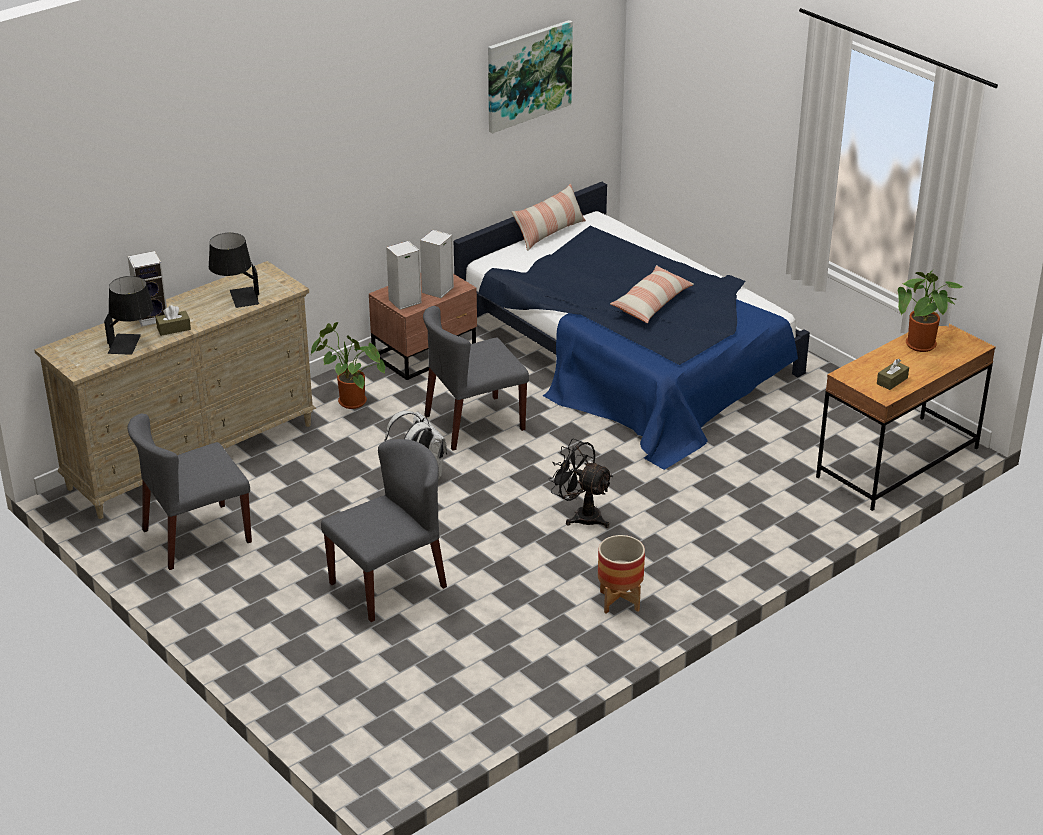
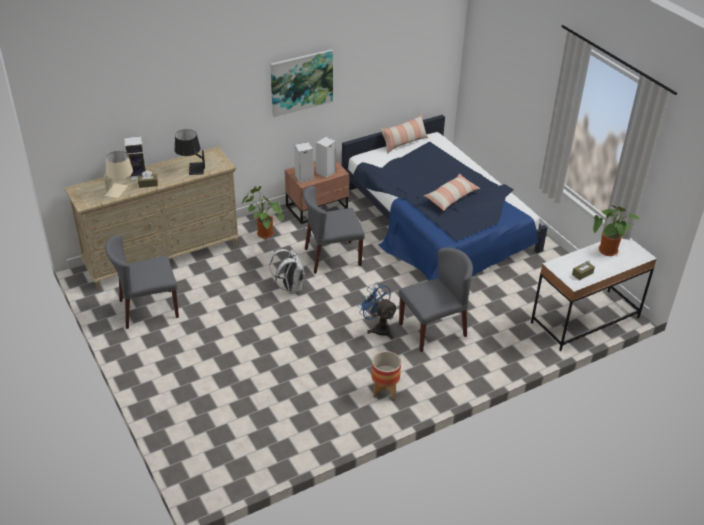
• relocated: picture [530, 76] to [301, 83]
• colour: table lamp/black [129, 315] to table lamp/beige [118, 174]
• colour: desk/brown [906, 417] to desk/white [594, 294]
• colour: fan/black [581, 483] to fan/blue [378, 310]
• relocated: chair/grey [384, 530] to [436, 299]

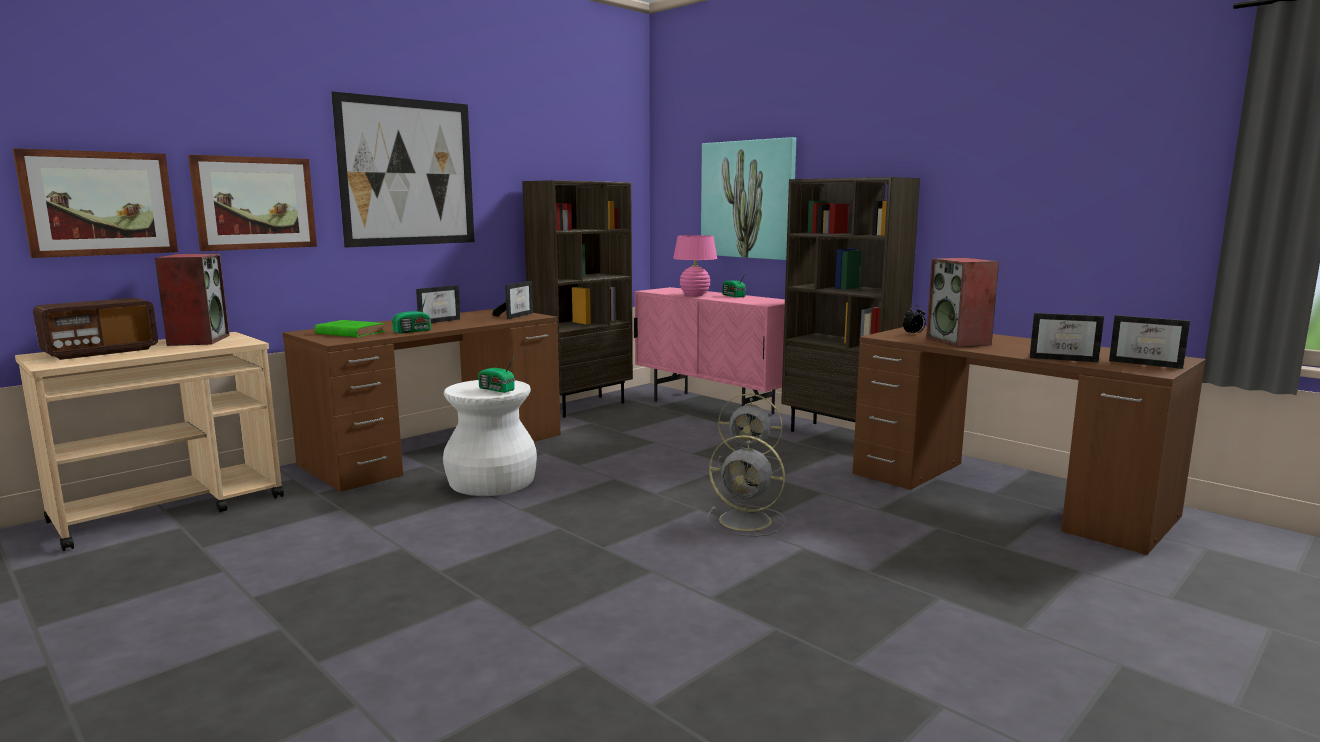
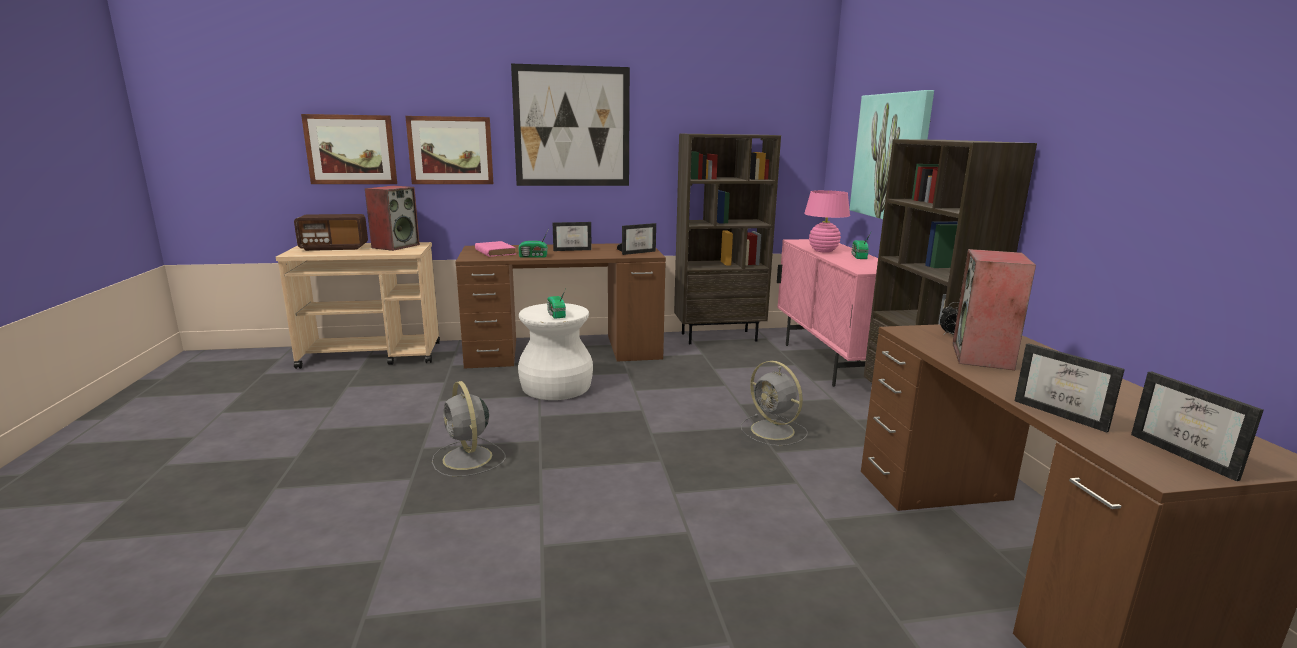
• colour: book/green [349, 328] to book/pink [495, 249]
• relocated: fan/grey [746, 486] to [469, 429]

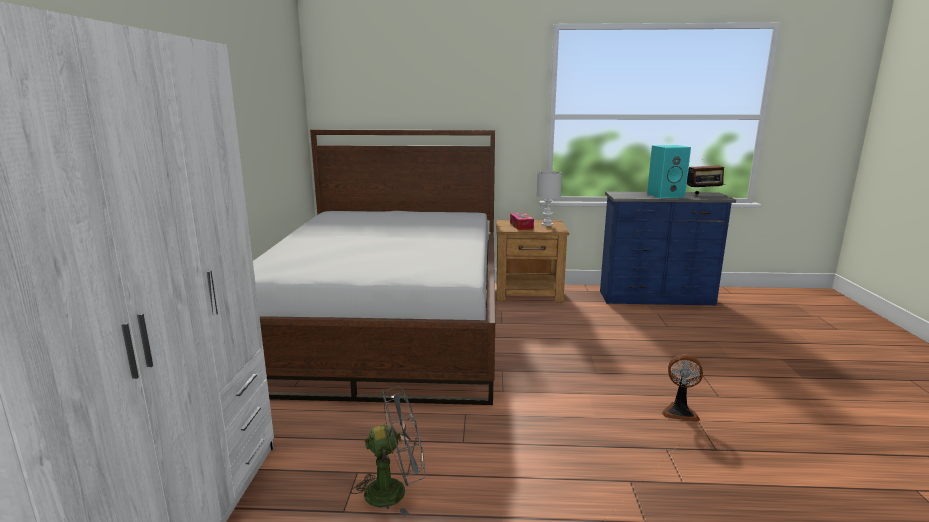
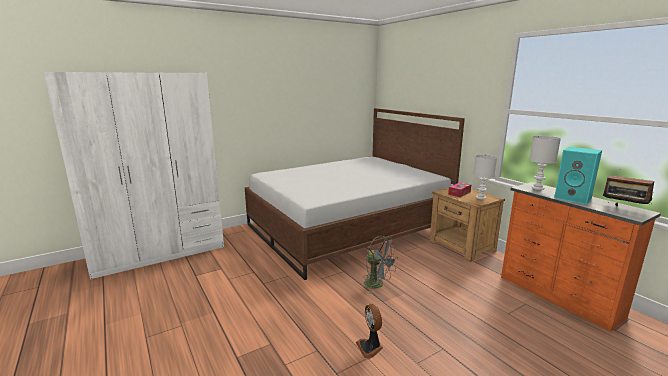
• colour: dresser/blue [668, 249] to dresser/orange [581, 257]
• relocated: fan/grey [388, 451] to [380, 265]
• appeared: table lamp/white [545, 163]

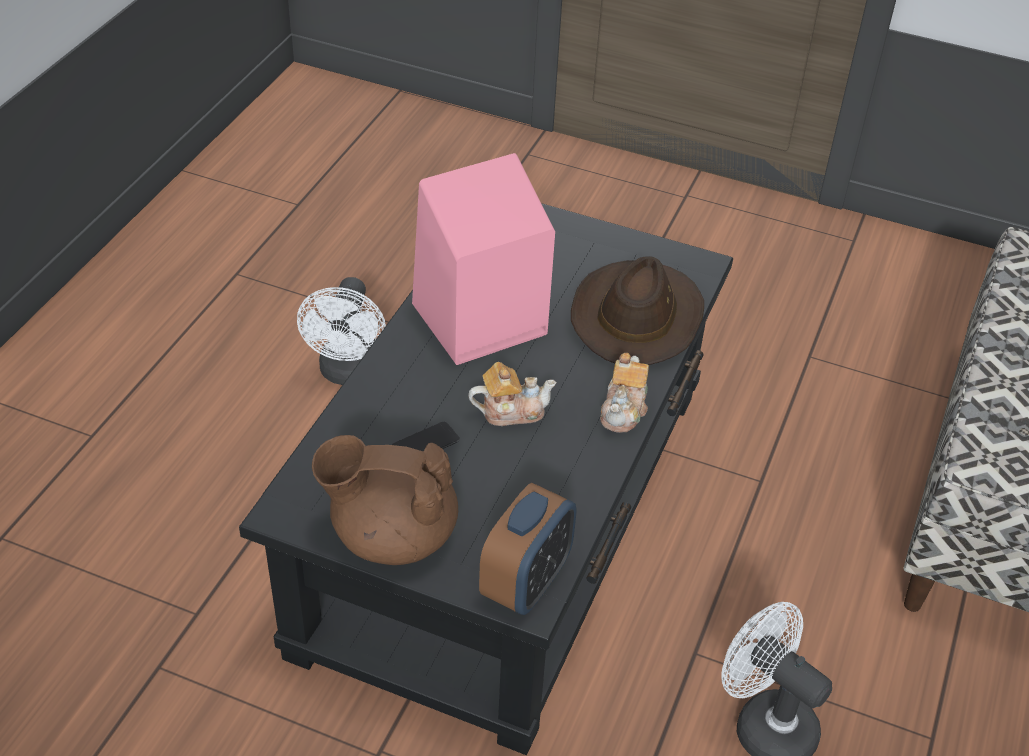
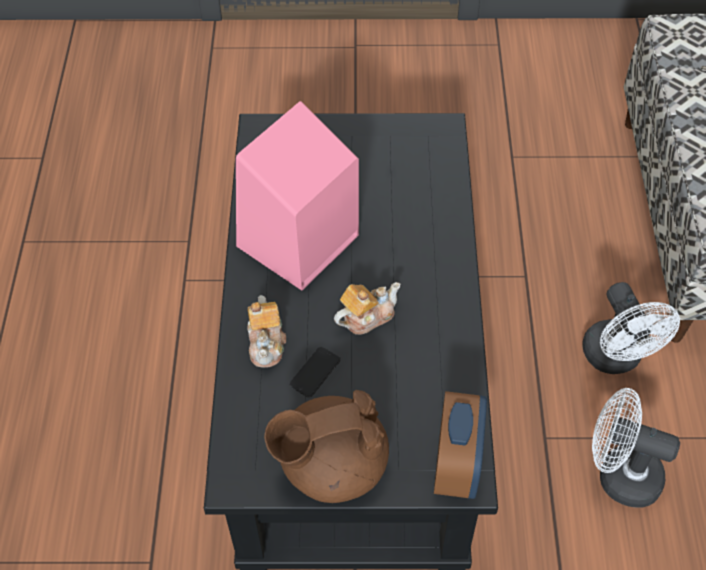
• missing: hat/brown [637, 310]
• relocated: fan/white [341, 331] to [631, 328]
• relocated: teapot [624, 393] to [267, 331]

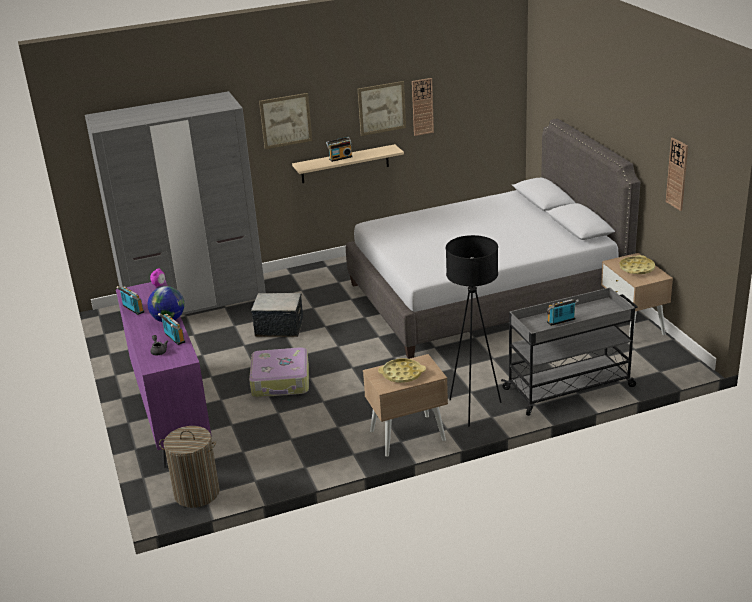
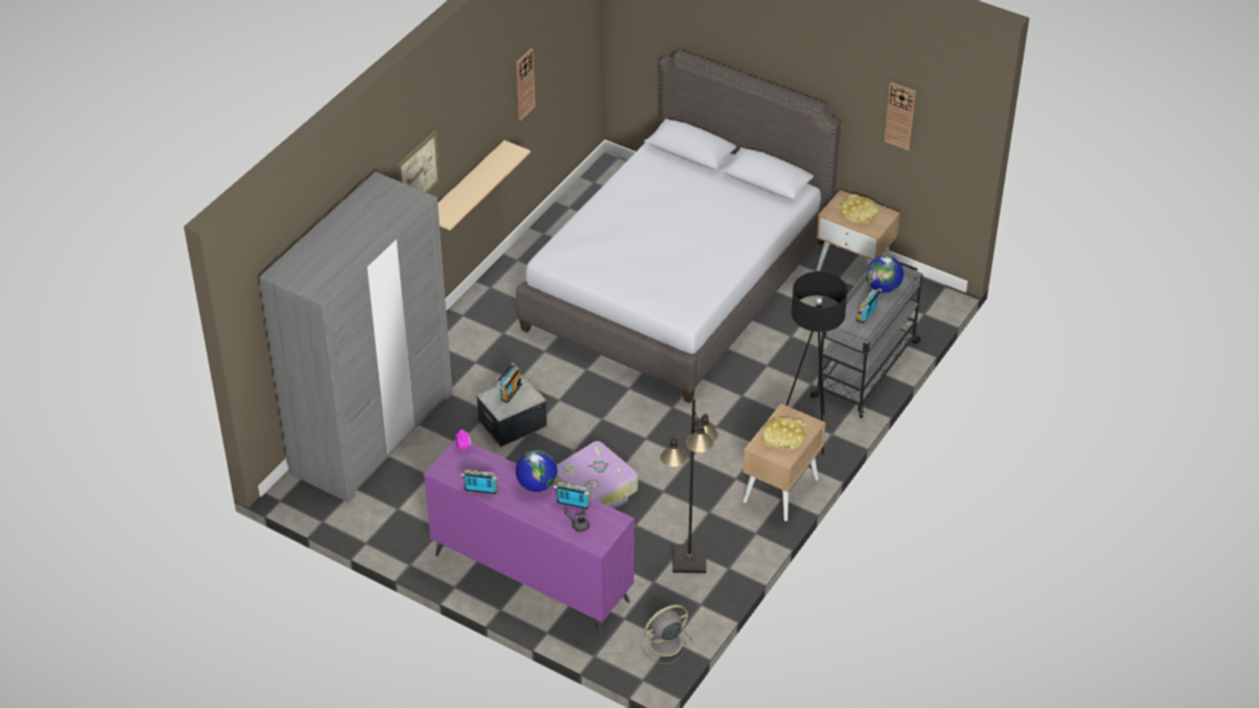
• missing: picture [382, 108]
• relocated: radio [339, 149] to [509, 383]
• exchanged: laundry basket [189, 467] to fan/grey [666, 634]
• appeared: globe [885, 274]
• appeared: floor lamp/black [689, 485]

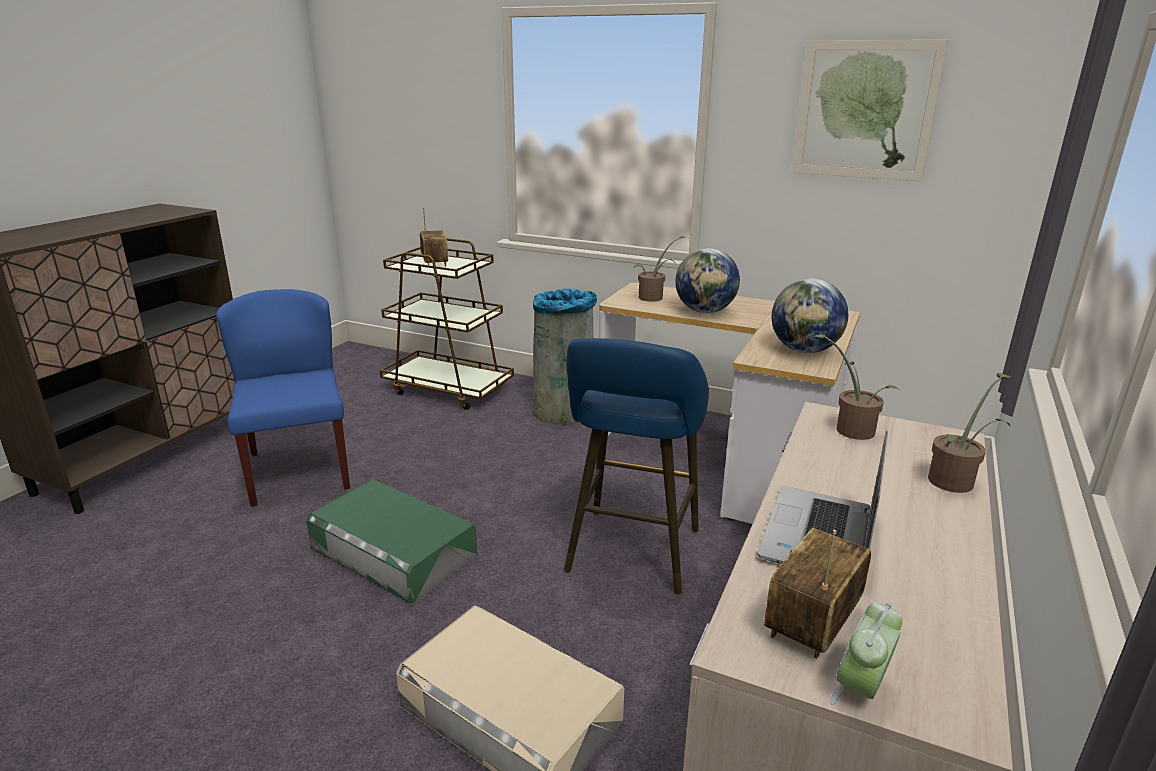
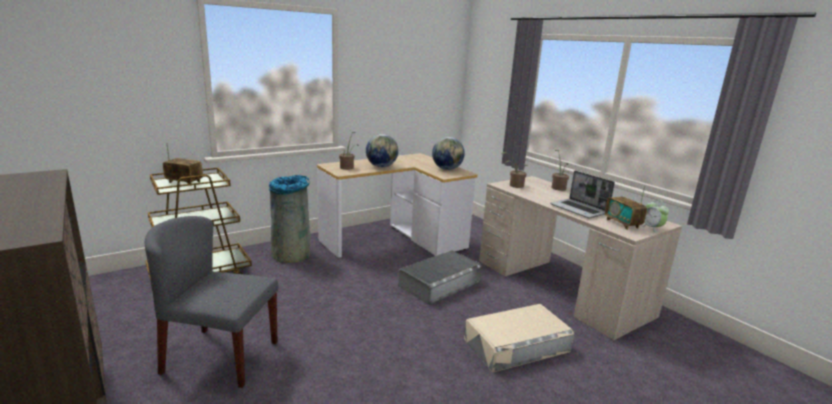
• missing: picture [870, 110]
• colour: chair/blue [283, 398] to chair/grey [211, 302]
• exchanged: stool/blue [636, 466] to storage box/grey [440, 277]
• missing: storage box/green [392, 541]

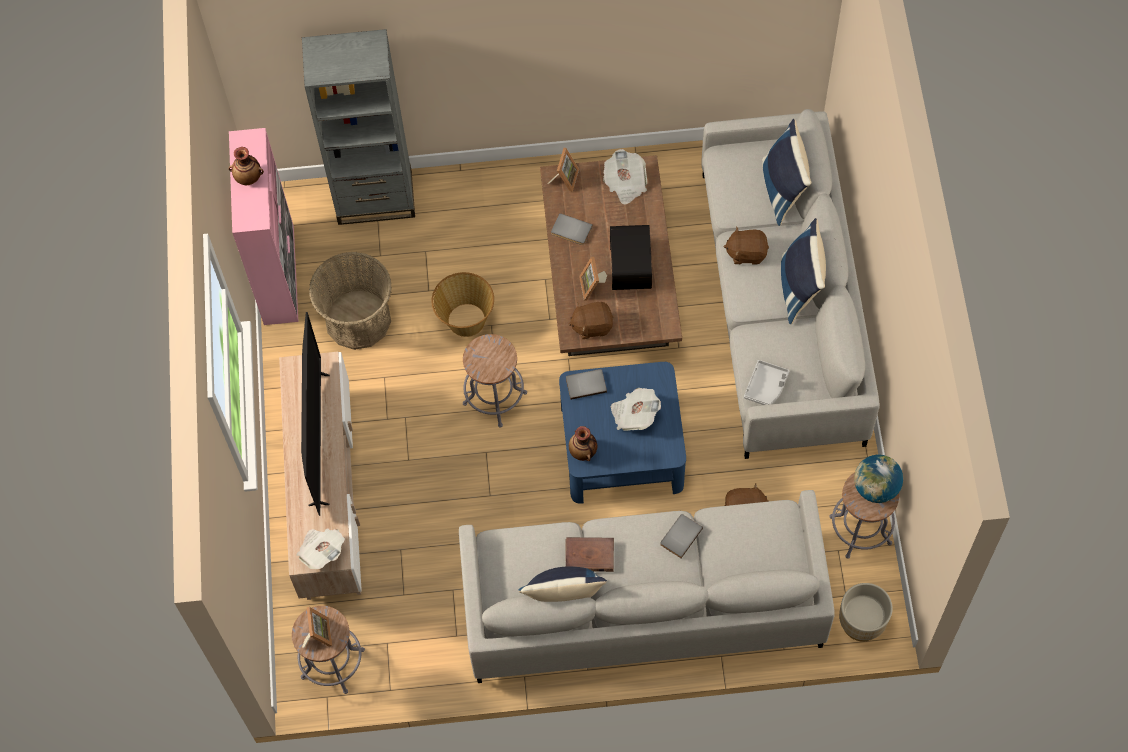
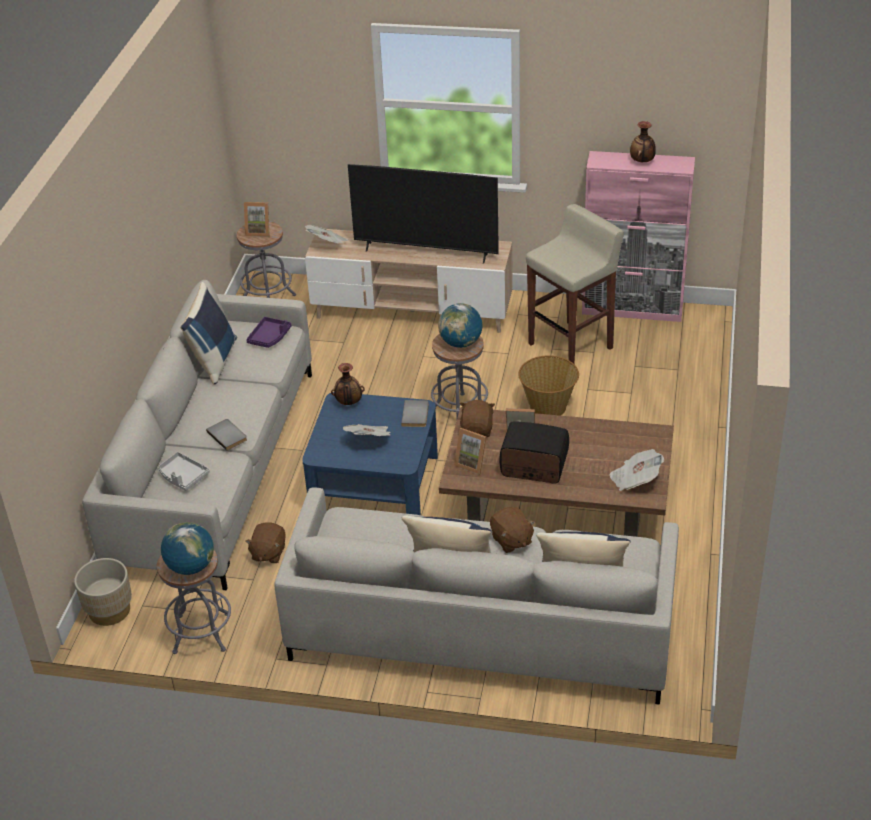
• missing: bookcase/grey [358, 127]
• relocated: picture frame [563, 170] to [470, 451]
• missing: book/grey [572, 229]
• spun: plush toy/brown [746, 245] = [512, 530] 135 degrees clockwise
• exchanged: basket [350, 301] to stool/beige [575, 284]
• relocated: tray/grey [766, 382] to [184, 471]
• missing: book/brown [590, 554]
• appeared: globe [460, 325]
• appeared: tray/purple [268, 332]

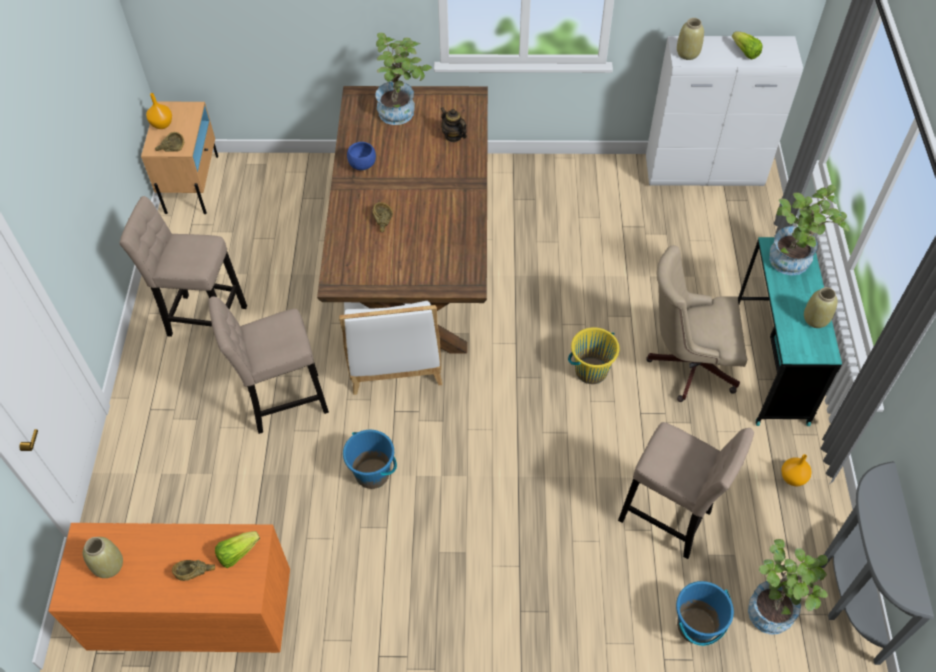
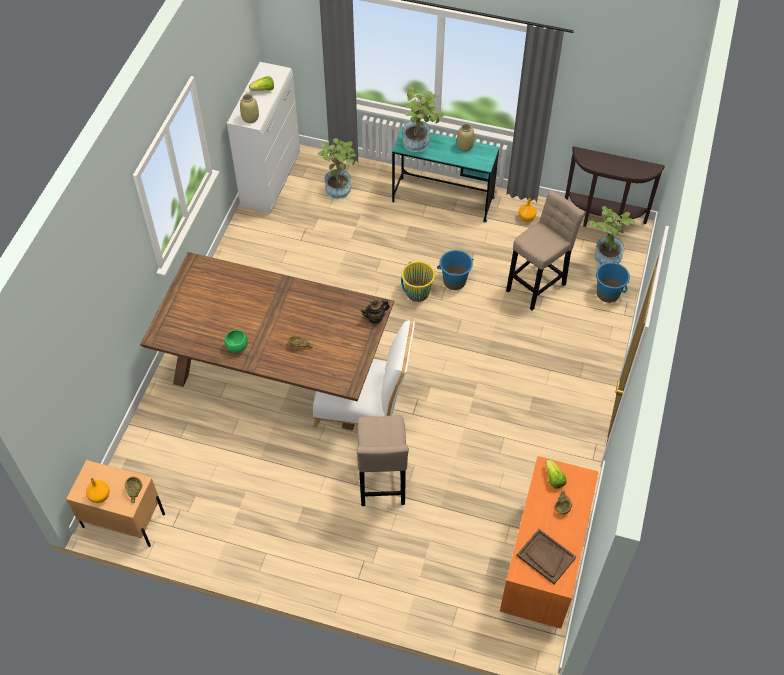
• relocated: potted plant [403, 79] to [336, 168]
• relocated: teapot [454, 124] to [375, 311]
• colour: bowl/blue [361, 156] to bowl/green [236, 341]
• missing: stool/beige [183, 266]
• missing: office chair/beige [696, 323]
• relocated: bucket/blue [370, 459] to [455, 270]
• colour: console table/grey [877, 563] to console table/brown [615, 187]
• exchanged: vase/beige [103, 557] to tray/brown [546, 556]

